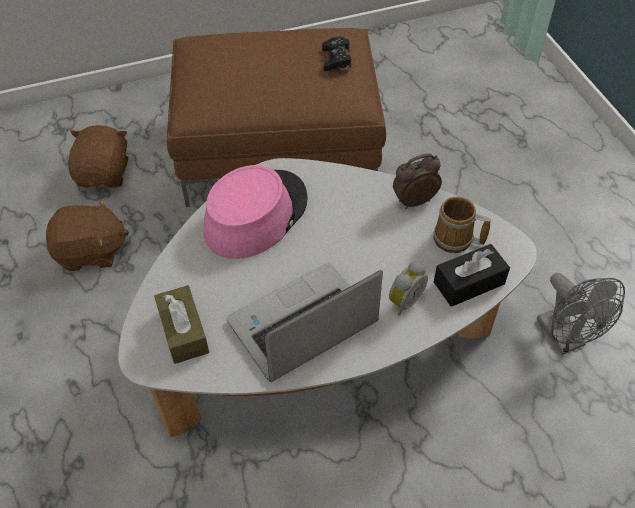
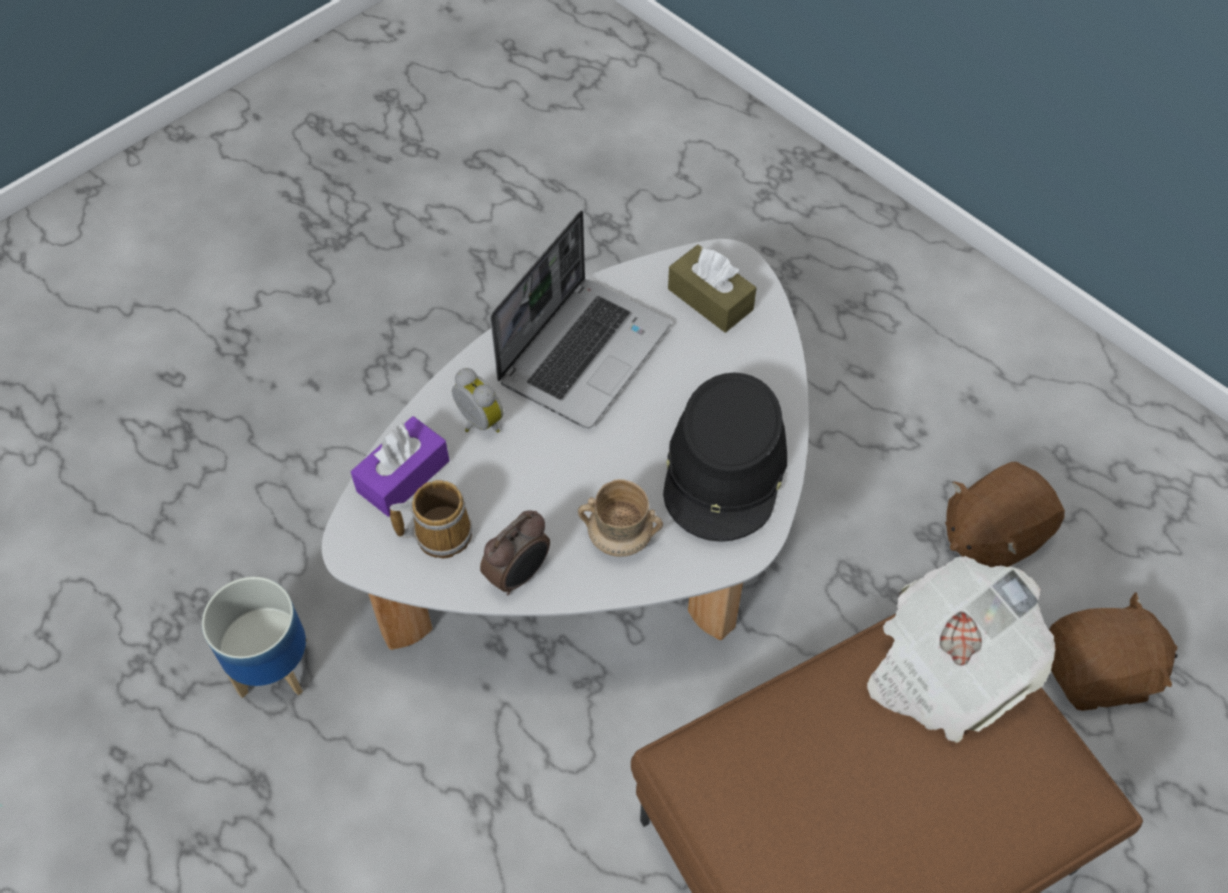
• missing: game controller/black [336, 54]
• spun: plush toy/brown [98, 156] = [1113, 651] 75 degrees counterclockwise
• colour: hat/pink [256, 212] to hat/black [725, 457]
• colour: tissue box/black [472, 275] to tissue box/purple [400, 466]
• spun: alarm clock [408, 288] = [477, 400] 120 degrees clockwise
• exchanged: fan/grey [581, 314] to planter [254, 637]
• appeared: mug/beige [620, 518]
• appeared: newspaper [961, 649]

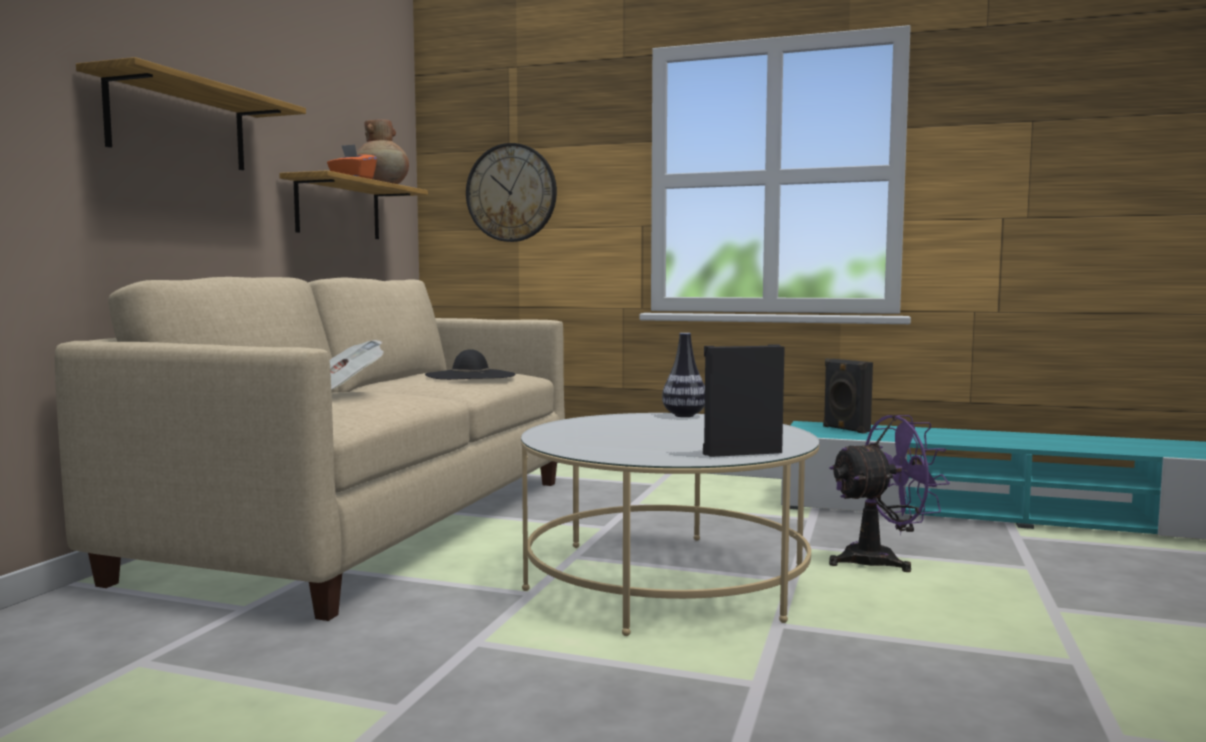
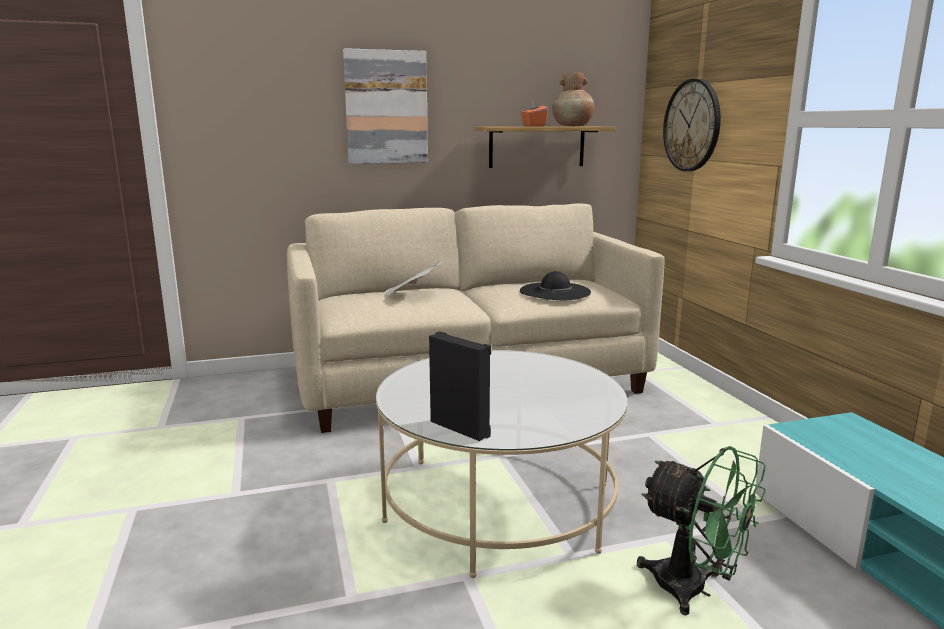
• exchanged: shelf [191, 113] to picture [385, 106]
• missing: vase [683, 375]
• missing: speaker/black [848, 396]
• colour: fan/purple [889, 493] to fan/green [701, 530]

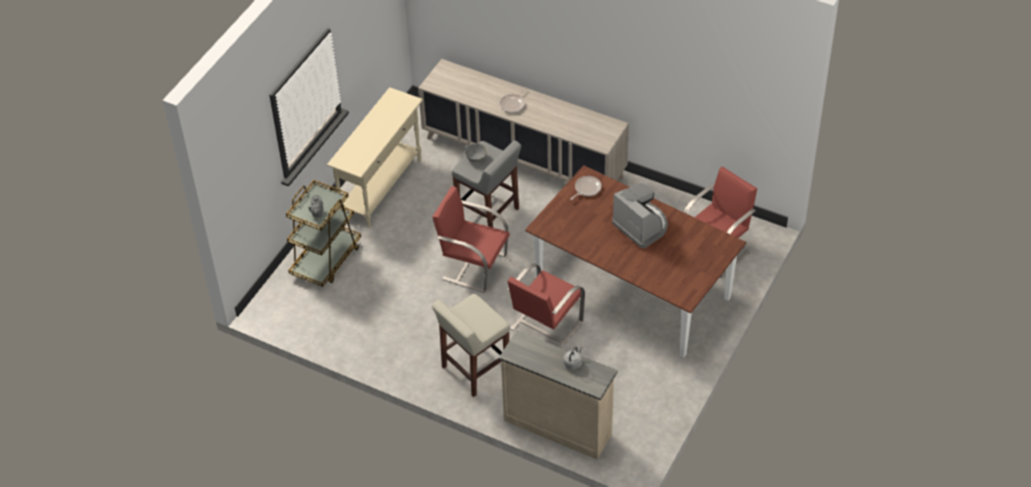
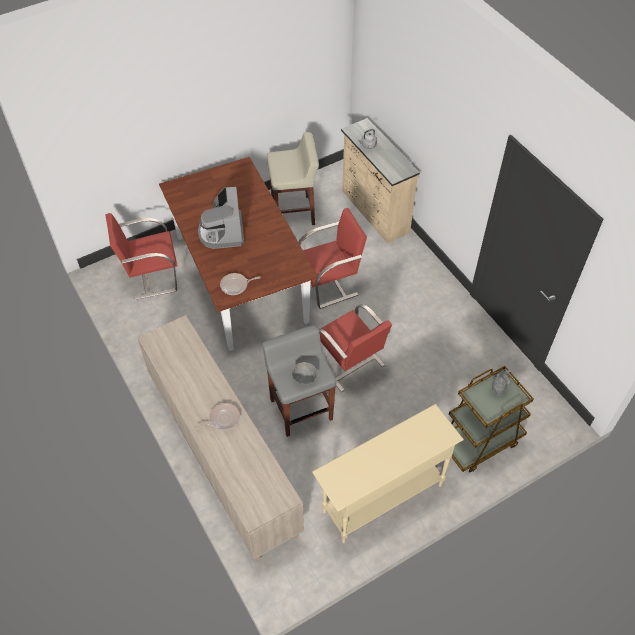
• relocated: stool/beige [471, 345] to [293, 178]

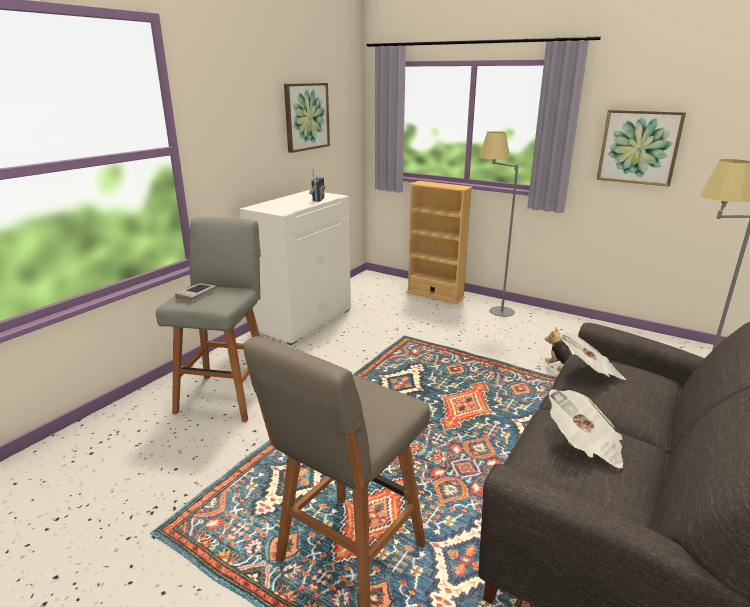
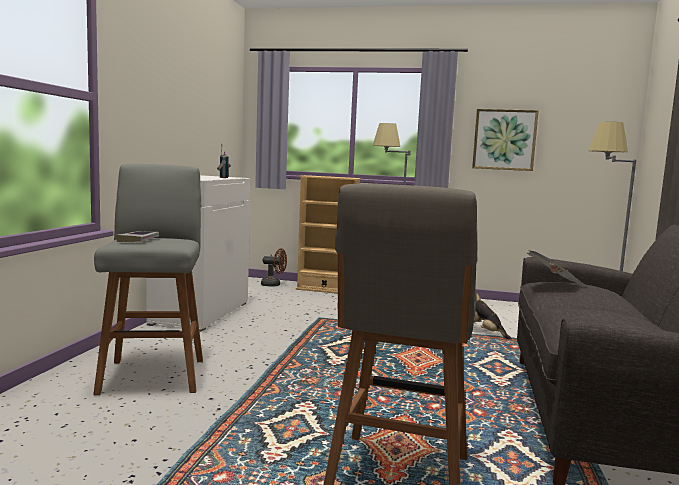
• missing: picture [307, 118]
• missing: newspaper [586, 428]
• appeared: fan/brown [274, 267]

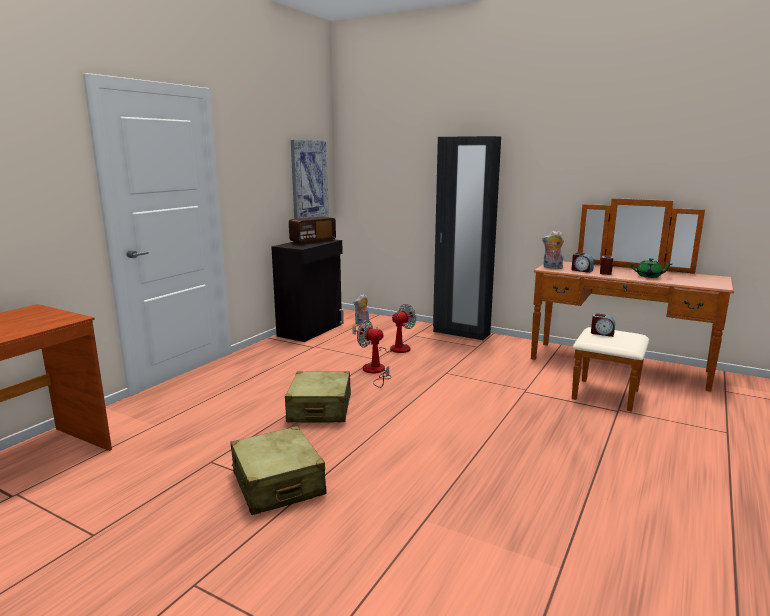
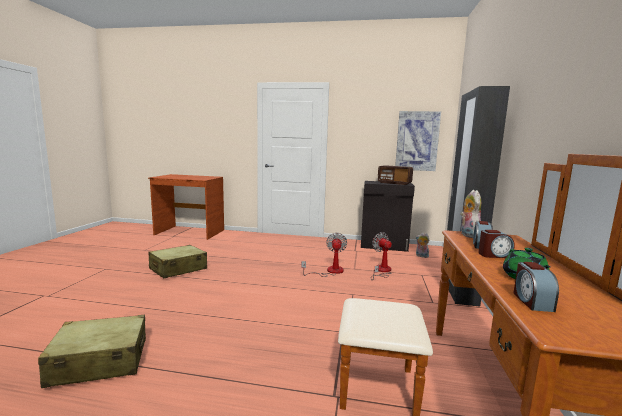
• spun: fan [384, 328] = [381, 256] 150 degrees counterclockwise
• relocated: alarm clock [603, 325] to [536, 287]
• relocated: suitcase/beige [318, 397] to [92, 351]

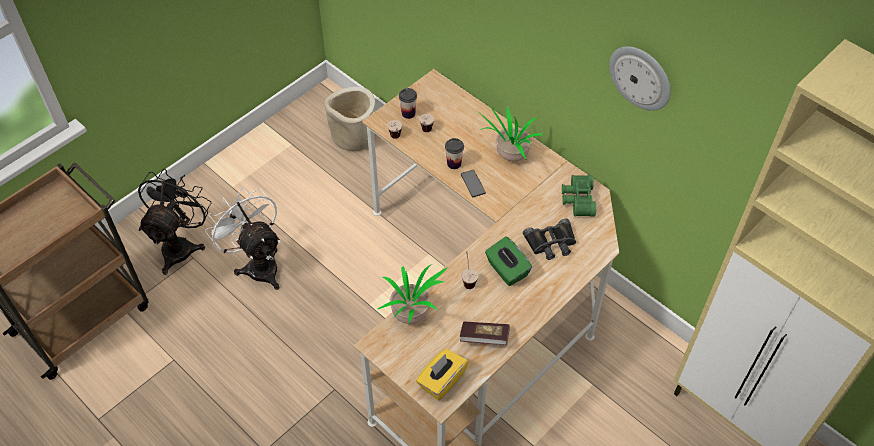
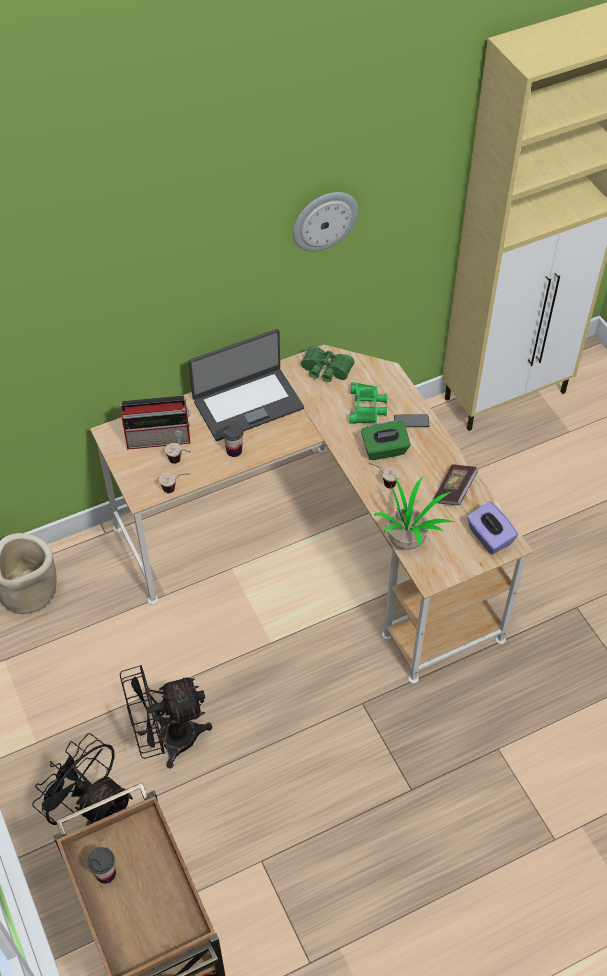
• relocated: cup [408, 103] to [102, 865]
• exchanged: potted plant [512, 133] to laptop [246, 385]
• relocated: phone [473, 183] to [411, 420]
• colour: fan/white [242, 239] to fan/black [166, 716]
• colour: binoculars/black [549, 239] to binoculars/green [368, 403]
• colour: tissue box/yellow [442, 375] to tissue box/purple [492, 527]
• appeared: radio [156, 422]

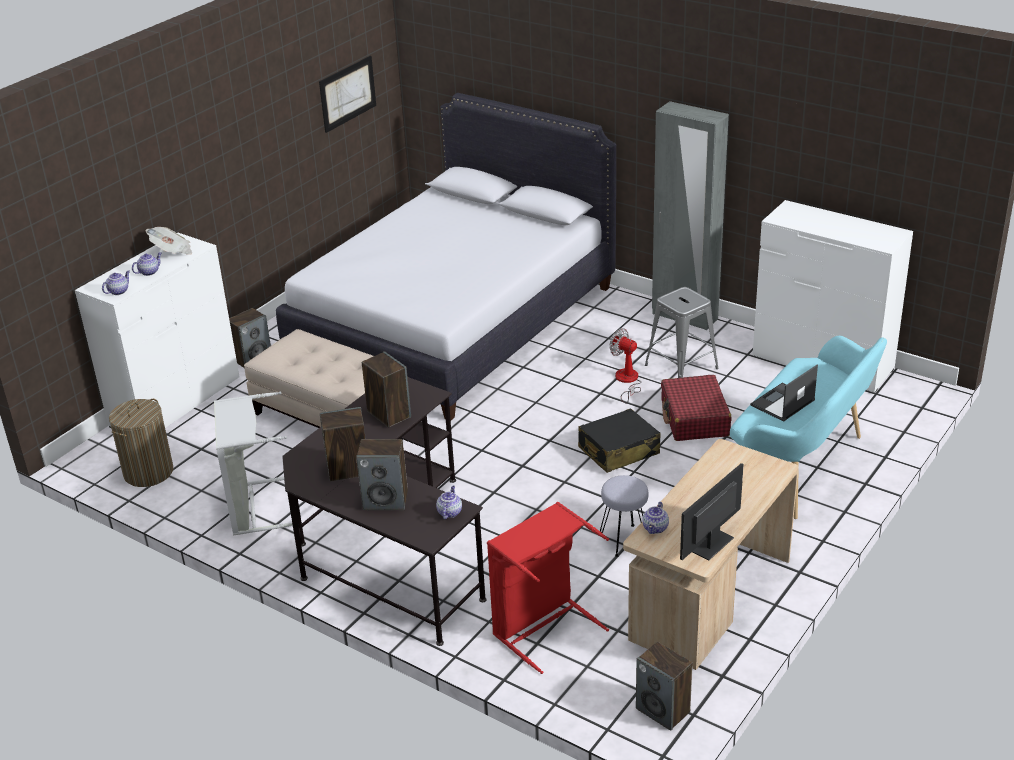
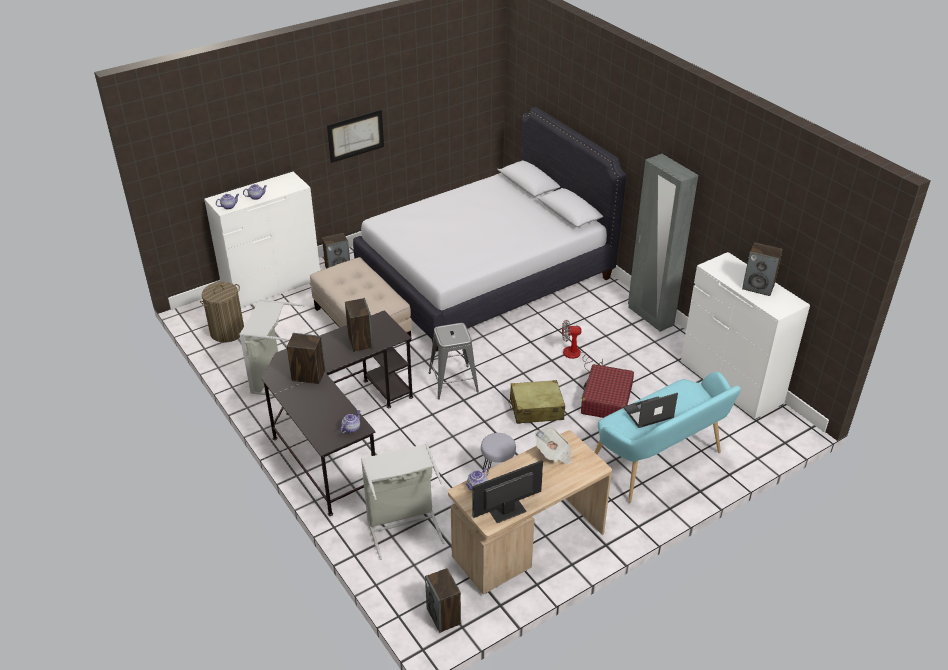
• relocated: picture [347, 94] to [355, 136]
• relocated: newspaper [169, 241] to [553, 446]
• relocated: stool/grey [682, 332] to [454, 361]
• spun: fan [625, 366] = [582, 346] 60 degrees counterclockwise
• colour: suitcase/black [619, 440] to suitcase/beige [536, 402]
• relocated: speaker [382, 474] to [762, 269]
• colour: laundry basket/red [548, 588] to laundry basket/grey [402, 501]

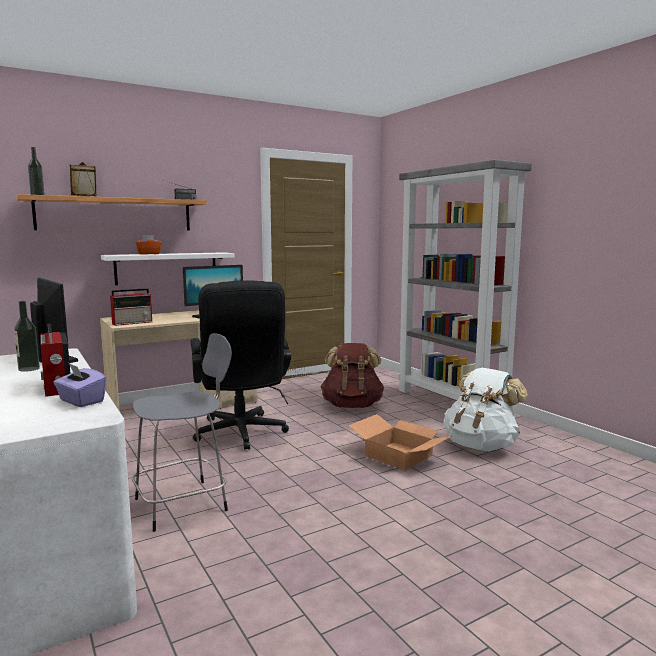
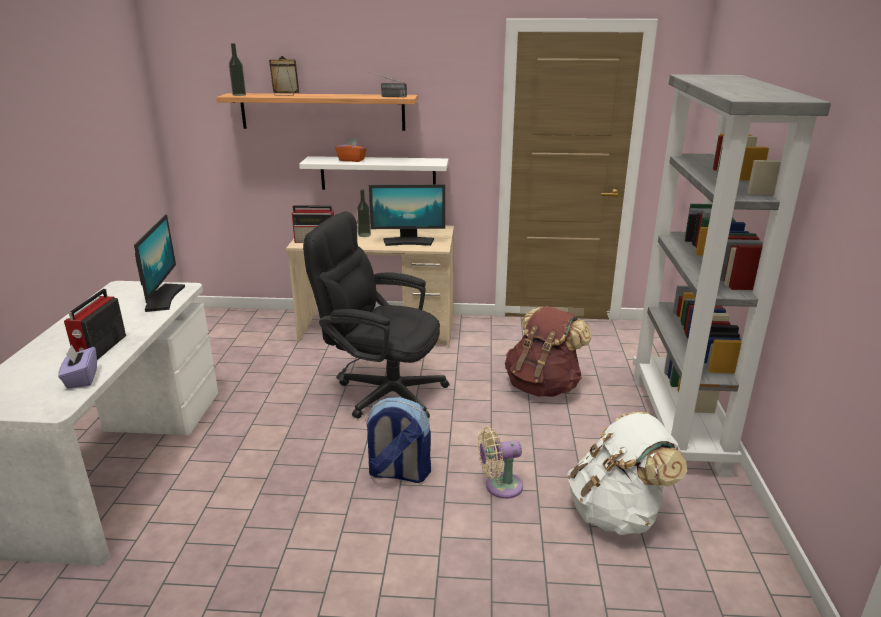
• spun: office chair/black [241, 365] = [376, 315] 90 degrees clockwise
• relocated: bottle [27, 336] to [364, 213]
• missing: stool/grey [182, 432]
• exchanged: cardboard box [400, 442] to fan/beige [500, 463]
• appeared: backpack [397, 440]

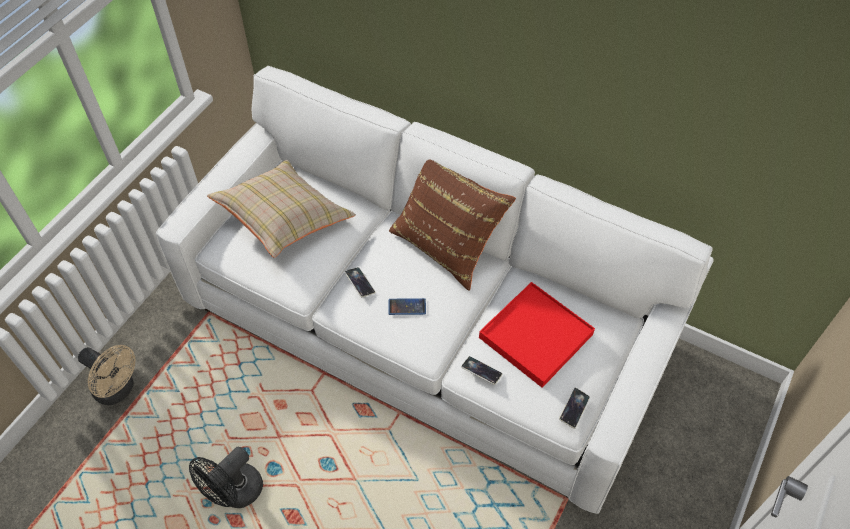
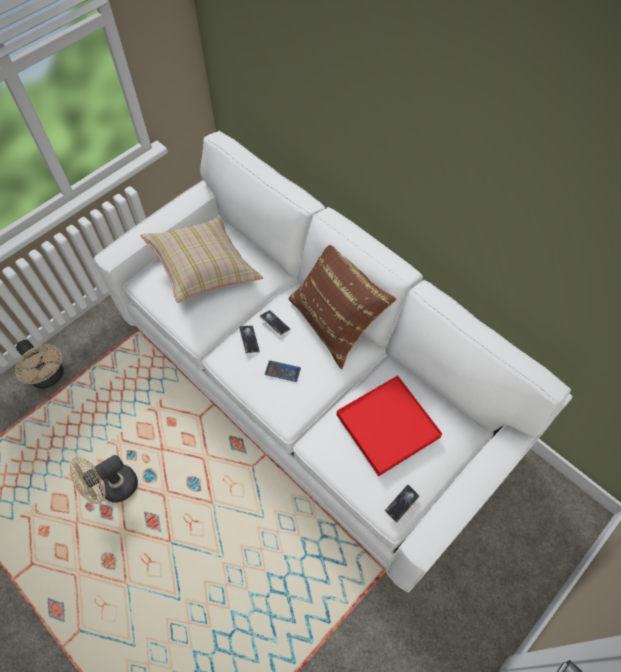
• relocated: phone [481, 370] to [274, 323]
• colour: fan/black [226, 477] to fan/beige [104, 479]

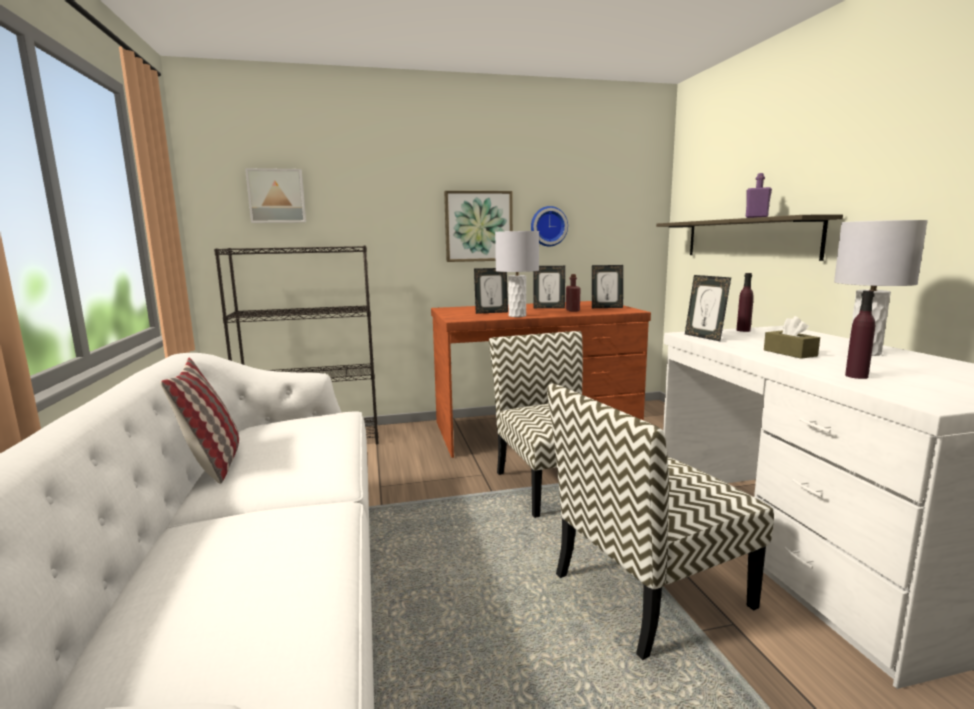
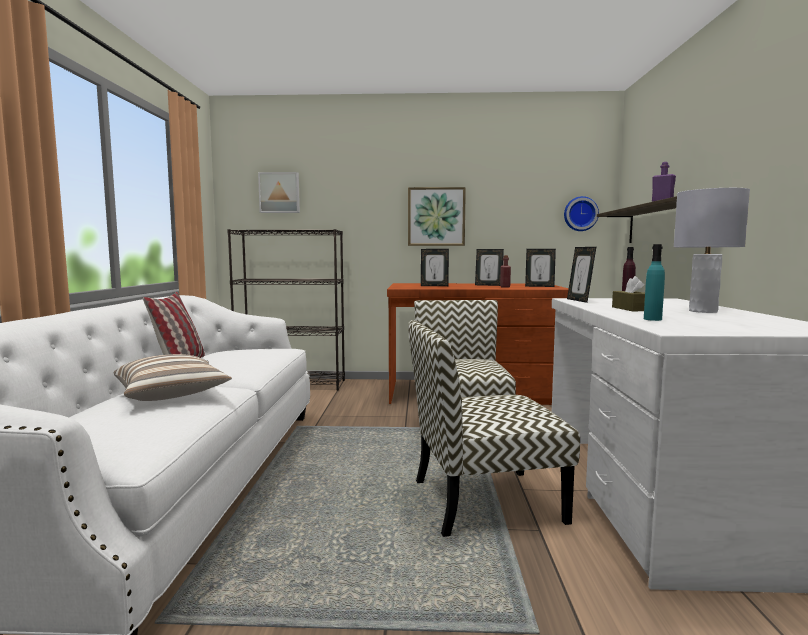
• relocated: wall clock [549, 226] to [581, 213]
• missing: table lamp/grey [517, 274]
• colour: bottle/purple [860, 334] to bottle/turquoise [654, 282]
• appeared: pillow [173, 377]

